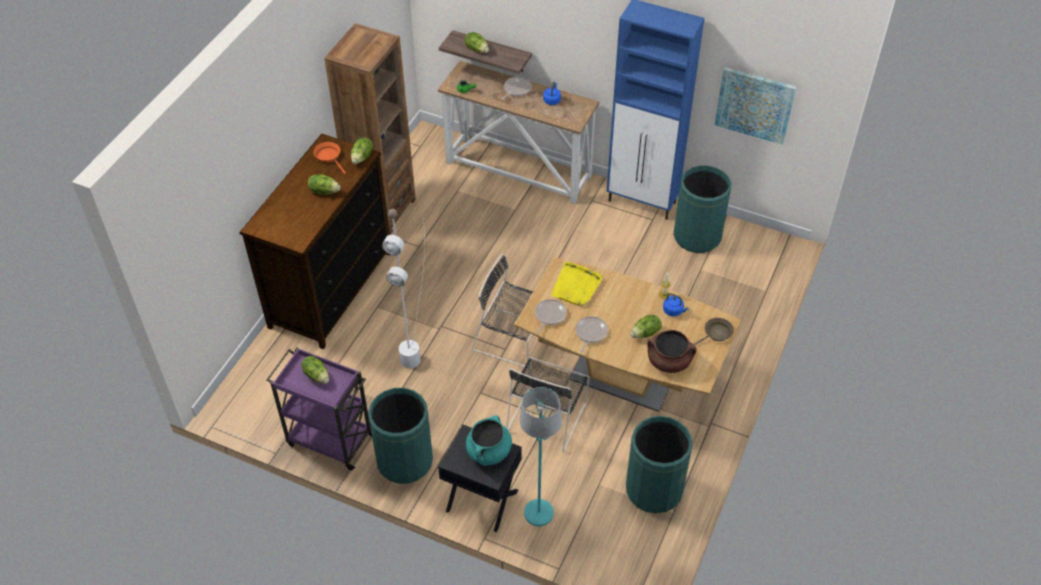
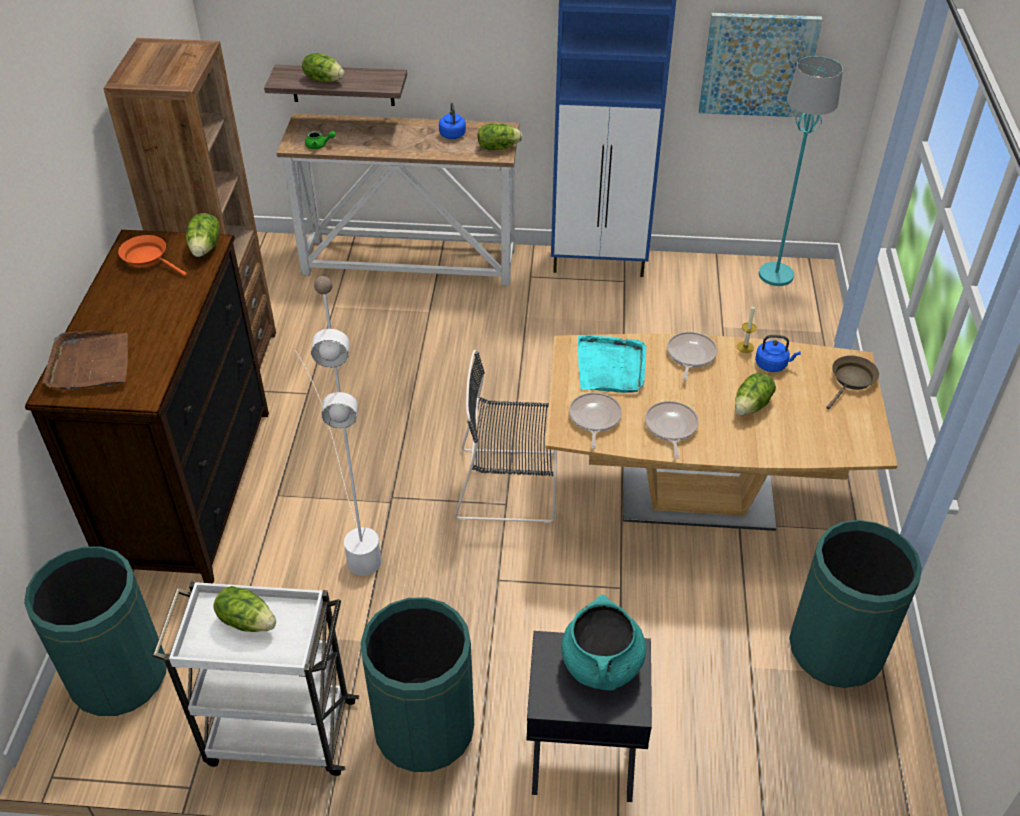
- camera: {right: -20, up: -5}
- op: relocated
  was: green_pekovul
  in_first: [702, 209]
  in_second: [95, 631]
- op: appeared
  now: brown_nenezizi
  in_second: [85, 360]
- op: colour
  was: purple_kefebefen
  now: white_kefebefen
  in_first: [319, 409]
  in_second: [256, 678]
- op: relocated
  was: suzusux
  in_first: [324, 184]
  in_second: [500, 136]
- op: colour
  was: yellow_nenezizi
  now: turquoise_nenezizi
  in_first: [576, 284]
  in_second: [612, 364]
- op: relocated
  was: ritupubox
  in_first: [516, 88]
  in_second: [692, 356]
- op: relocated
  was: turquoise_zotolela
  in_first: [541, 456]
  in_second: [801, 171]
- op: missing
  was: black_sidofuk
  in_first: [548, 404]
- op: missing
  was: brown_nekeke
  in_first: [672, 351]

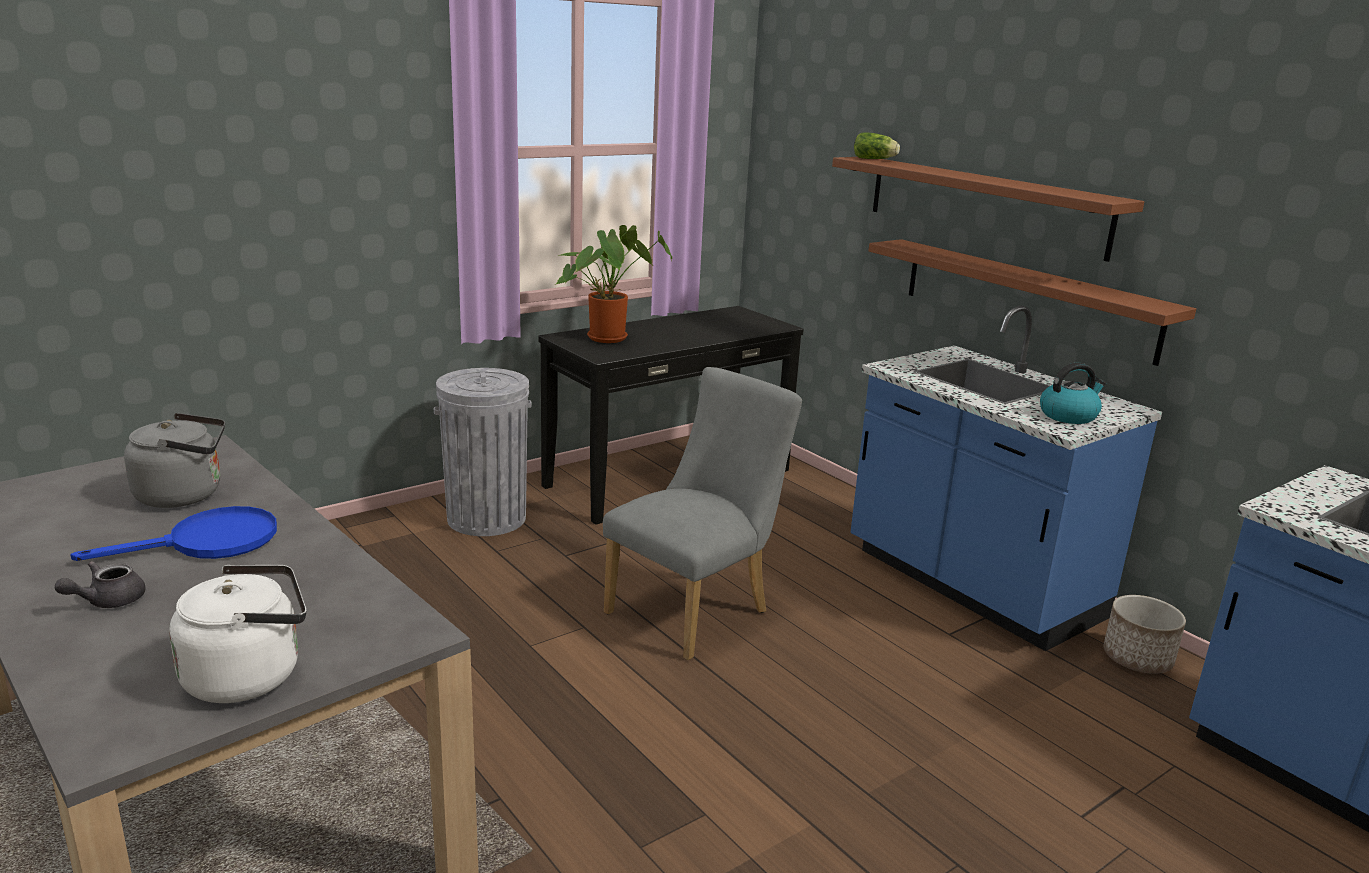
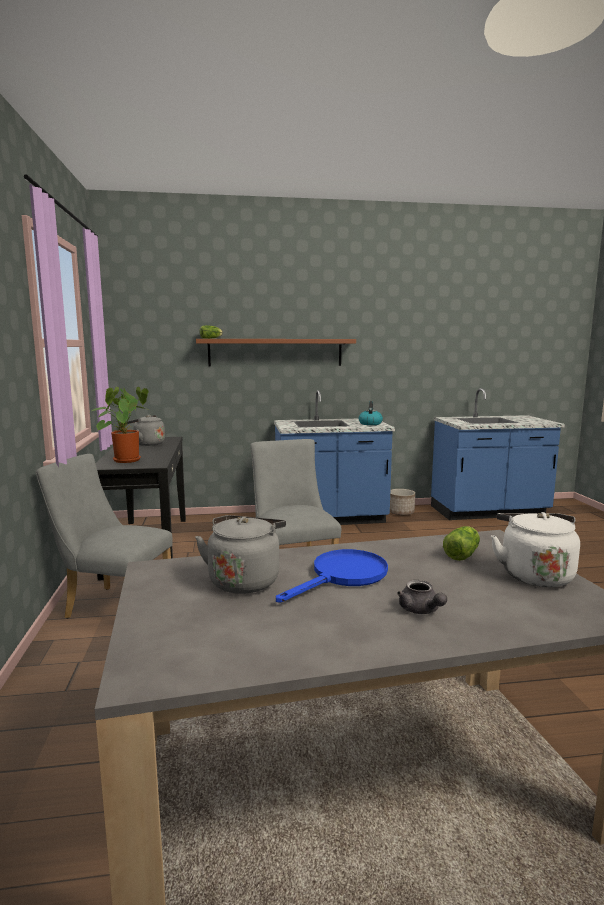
- camera: {right: -60, up: -10}
- op: exchanged
  was: grey_pekovul
  now: grey_sidofuk
  in_first: [483, 452]
  in_second: [104, 536]
- op: appeared
  now: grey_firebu
  in_second: [145, 430]
- op: spun
  was: blue_ritupubox
  in_first: [173, 533]
  in_second: [332, 575]
  clockwise: 45
- op: appeared
  now: suzusux
  in_second: [461, 543]
- op: missing
  was: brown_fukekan
  in_first: [1032, 302]

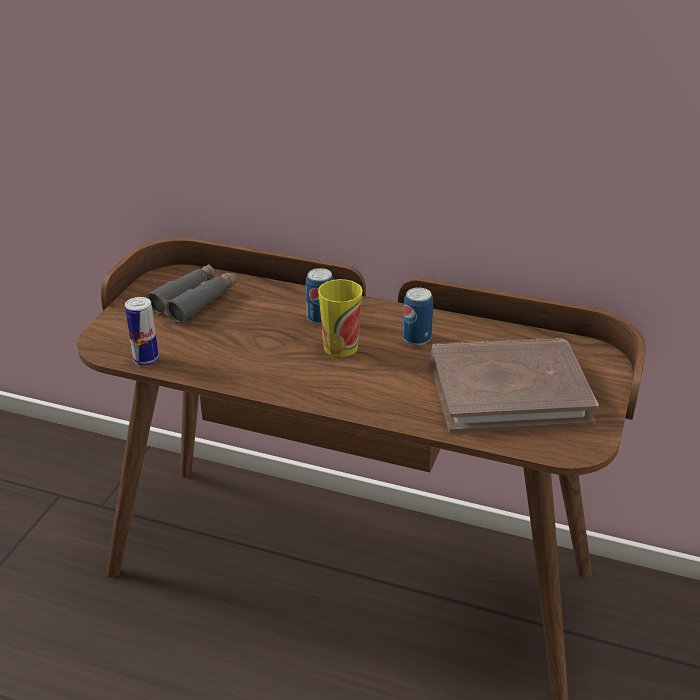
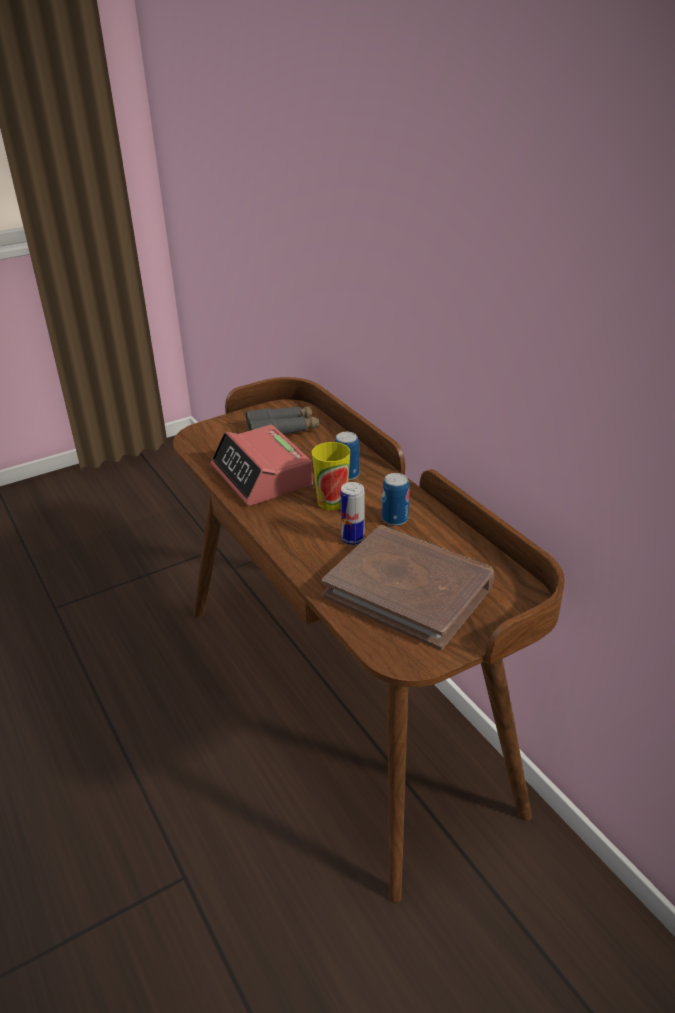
- camera: {right: 40, up: 0}
- op: appeared
  now: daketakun
  in_second: [262, 465]
- op: relocated
  was: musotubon
  in_first: [142, 331]
  in_second: [353, 513]

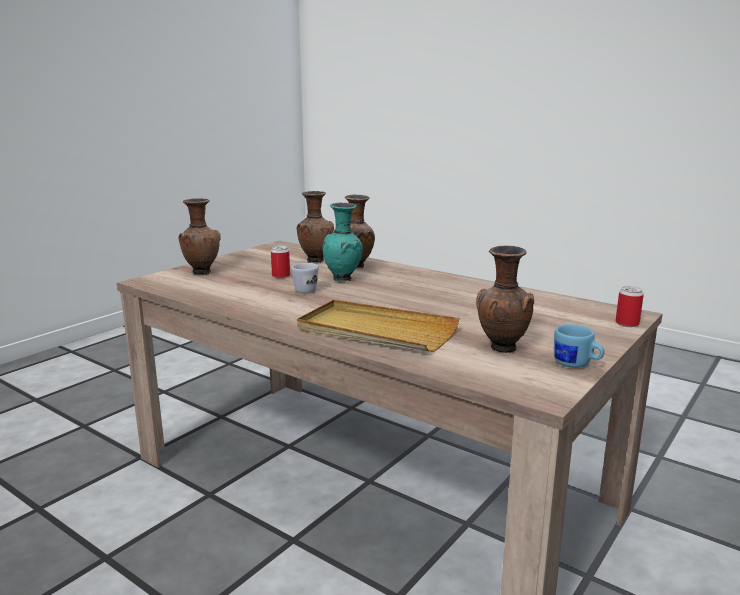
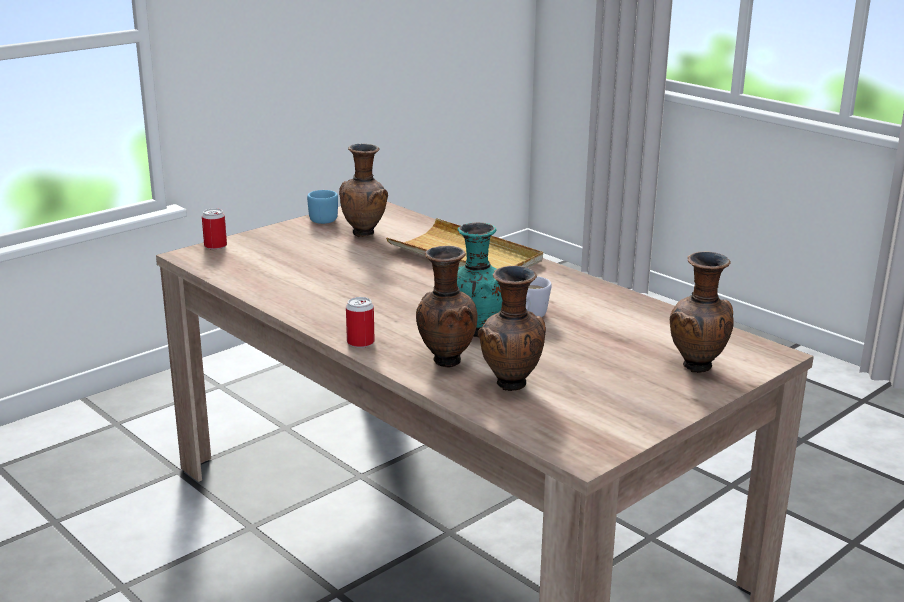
- camera: {right: -170, up: 5}
- op: relocated
  was: musotubon
  in_first: [280, 262]
  in_second: [360, 322]

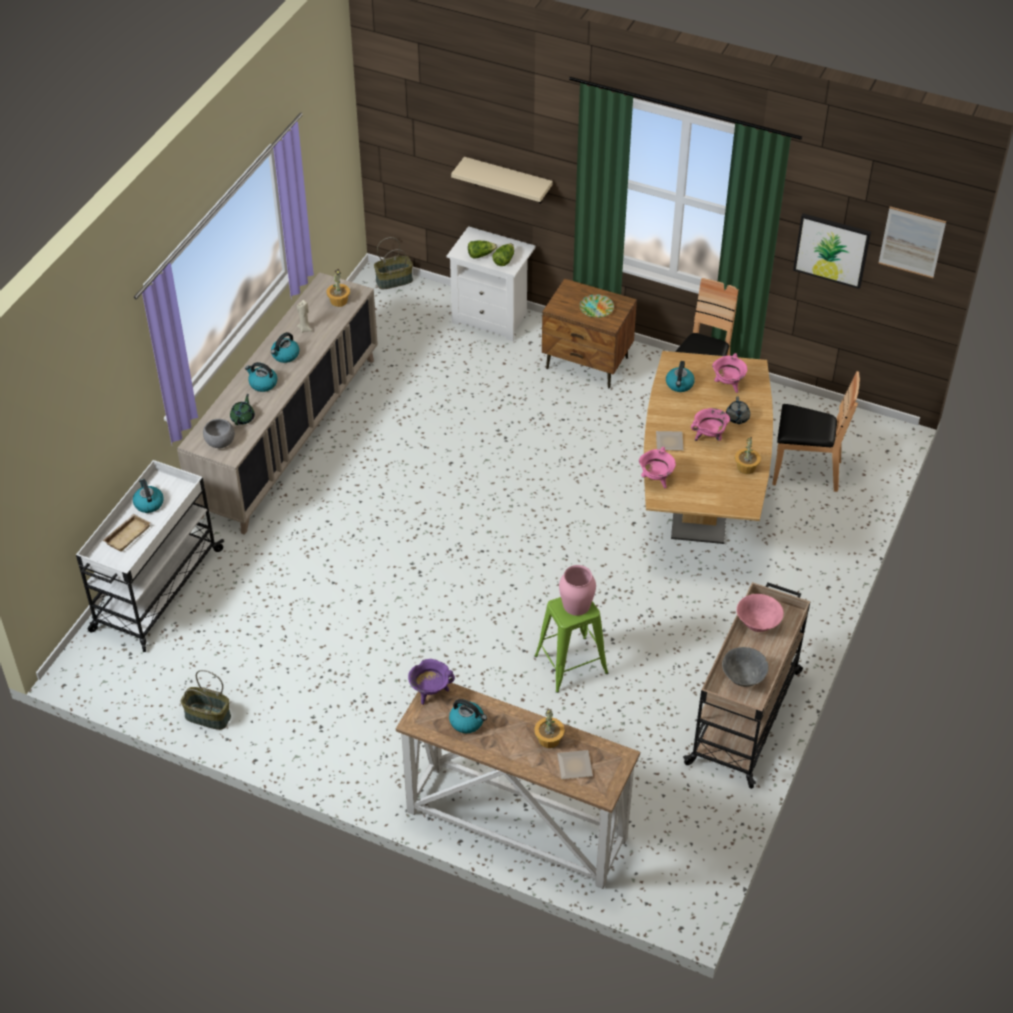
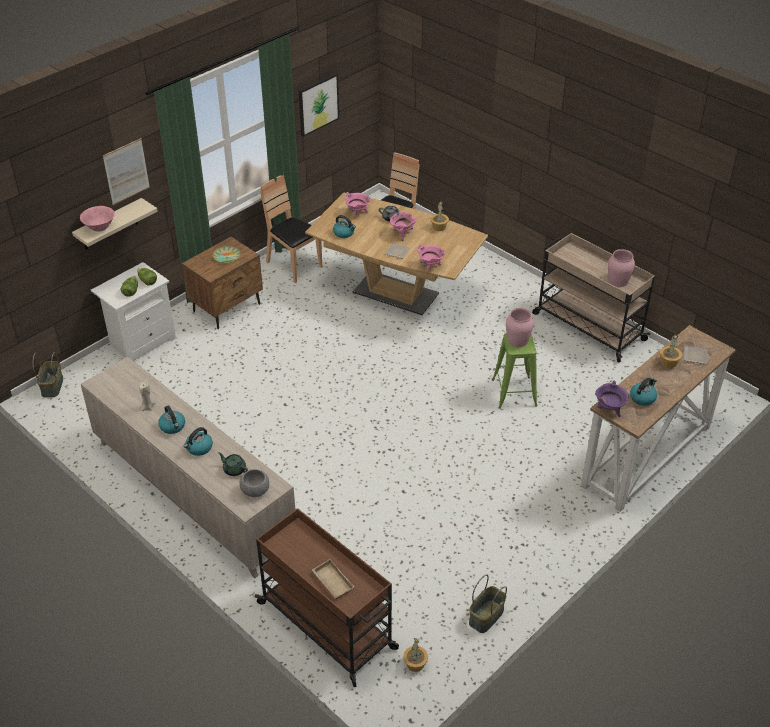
- camera: {right: -70, up: -5}
- op: relocated
  was: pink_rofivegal
  in_first: [760, 613]
  in_second: [97, 219]
- op: relocated
  was: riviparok
  in_first: [912, 242]
  in_second: [126, 171]
- op: colour
  was: white_kefebefen
  now: brown_kefebefen
  in_first: [150, 556]
  in_second: [327, 597]
- op: relocated
  was: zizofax
  in_first: [338, 288]
  in_second: [415, 655]
- op: exchanged
  was: grey_rofivegal
  now: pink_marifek
  in_first: [745, 667]
  in_second: [621, 268]
- op: missing
  was: firebu
  in_first: [148, 496]

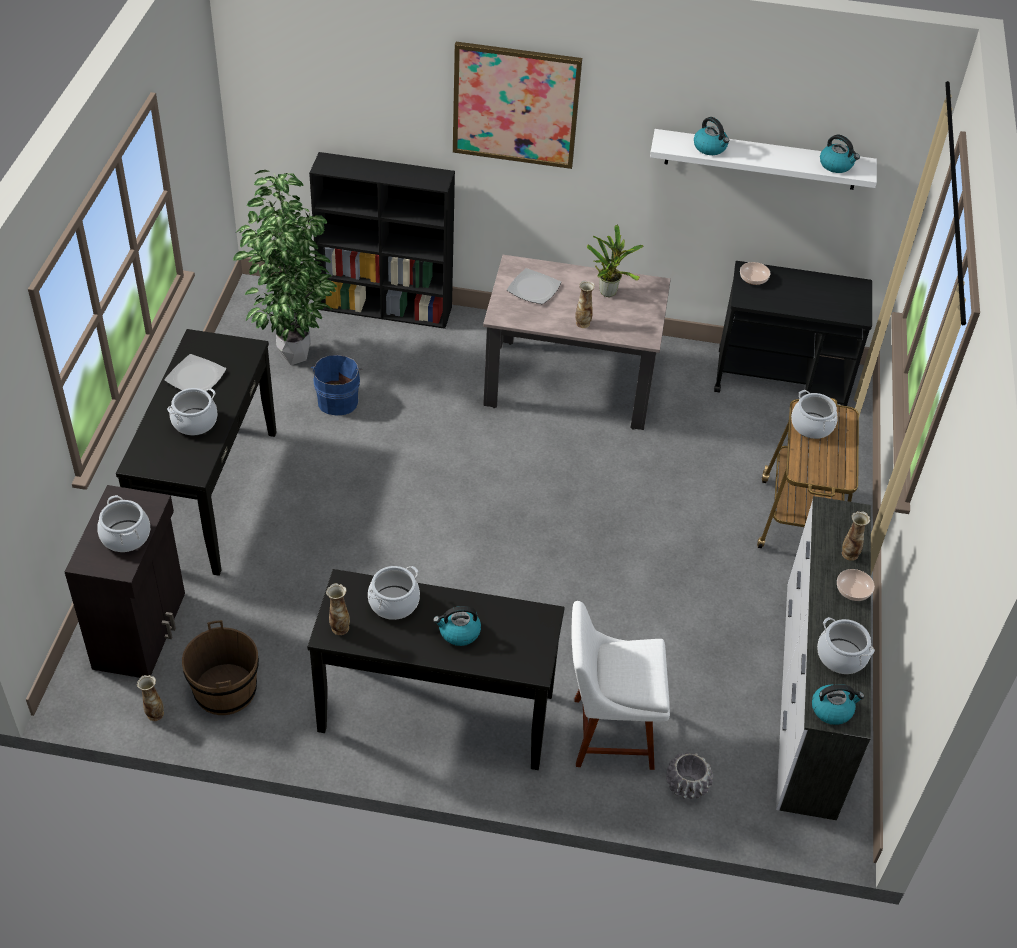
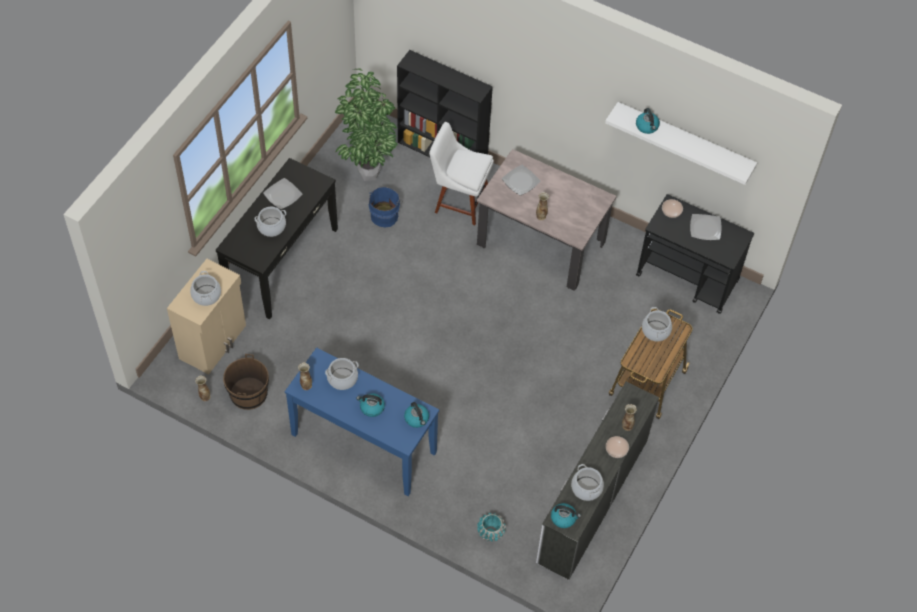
- camera: {right: 20, up: 10}
- op: colour
  was: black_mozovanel
  now: beige_mozovanel
  in_first: [124, 581]
  in_second: [206, 316]
- op: colour
  was: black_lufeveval
  now: blue_lufeveval
  in_first: [436, 669]
  in_second: [362, 421]
- op: relocated
  was: firebu
  in_first: [840, 154]
  in_second: [416, 415]
- op: relocated
  was: white_sidofuk
  in_first: [621, 685]
  in_second: [461, 173]
- op: colour
  was: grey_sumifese
  now: turquoise_sumifese
  in_first: [689, 775]
  in_second: [491, 527]
- op: appeared
  now: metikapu
  in_second: [705, 227]
- op: missing
  was: riviparok
  in_first: [517, 105]
- op: missing
  was: zizofax
  in_first: [615, 261]

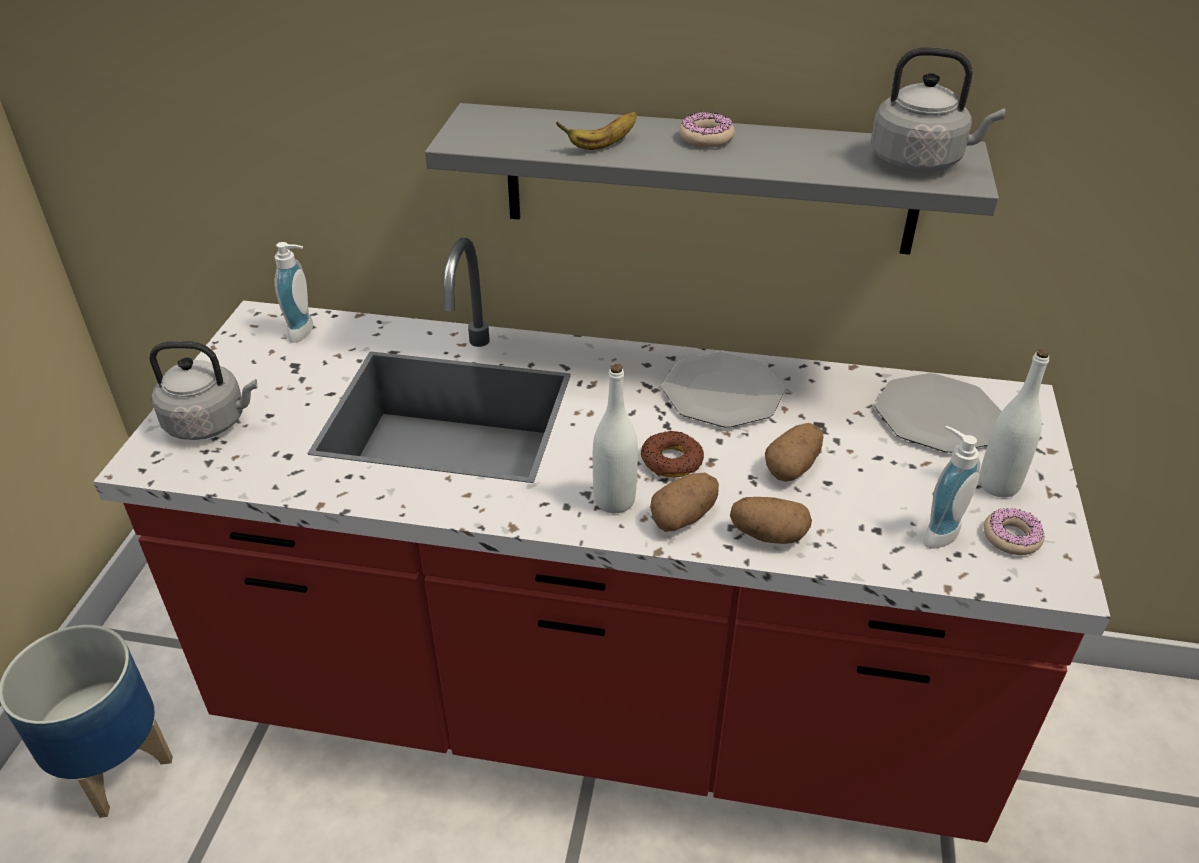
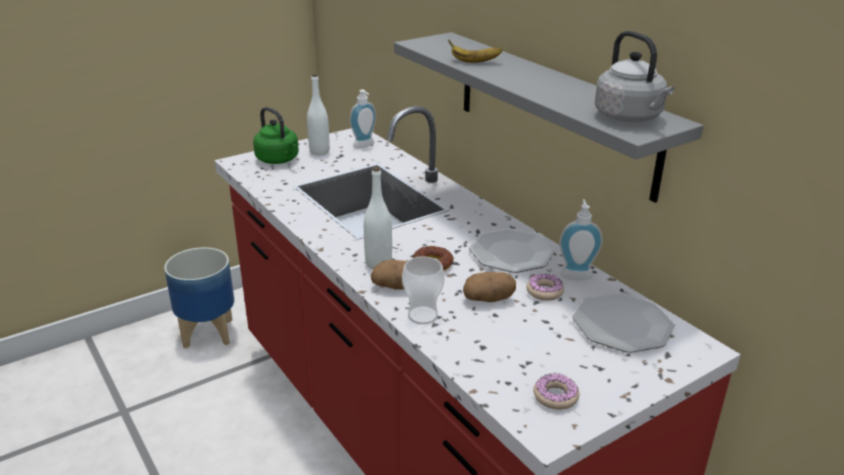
- camera: {right: 45, up: -10}
- op: colour
  was: grey_firebu
  now: green_firebu
  in_first: [203, 390]
  in_second: [276, 135]
- op: relocated
  was: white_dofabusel
  in_first: [1014, 423]
  in_second: [318, 115]
- op: exchanged
  was: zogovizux
  now: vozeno
  in_first: [771, 520]
  in_second: [423, 290]
- op: relocated
  was: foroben
  in_first: [707, 130]
  in_second: [545, 287]
- op: relocated
  was: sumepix
  in_first: [951, 487]
  in_second: [581, 239]

